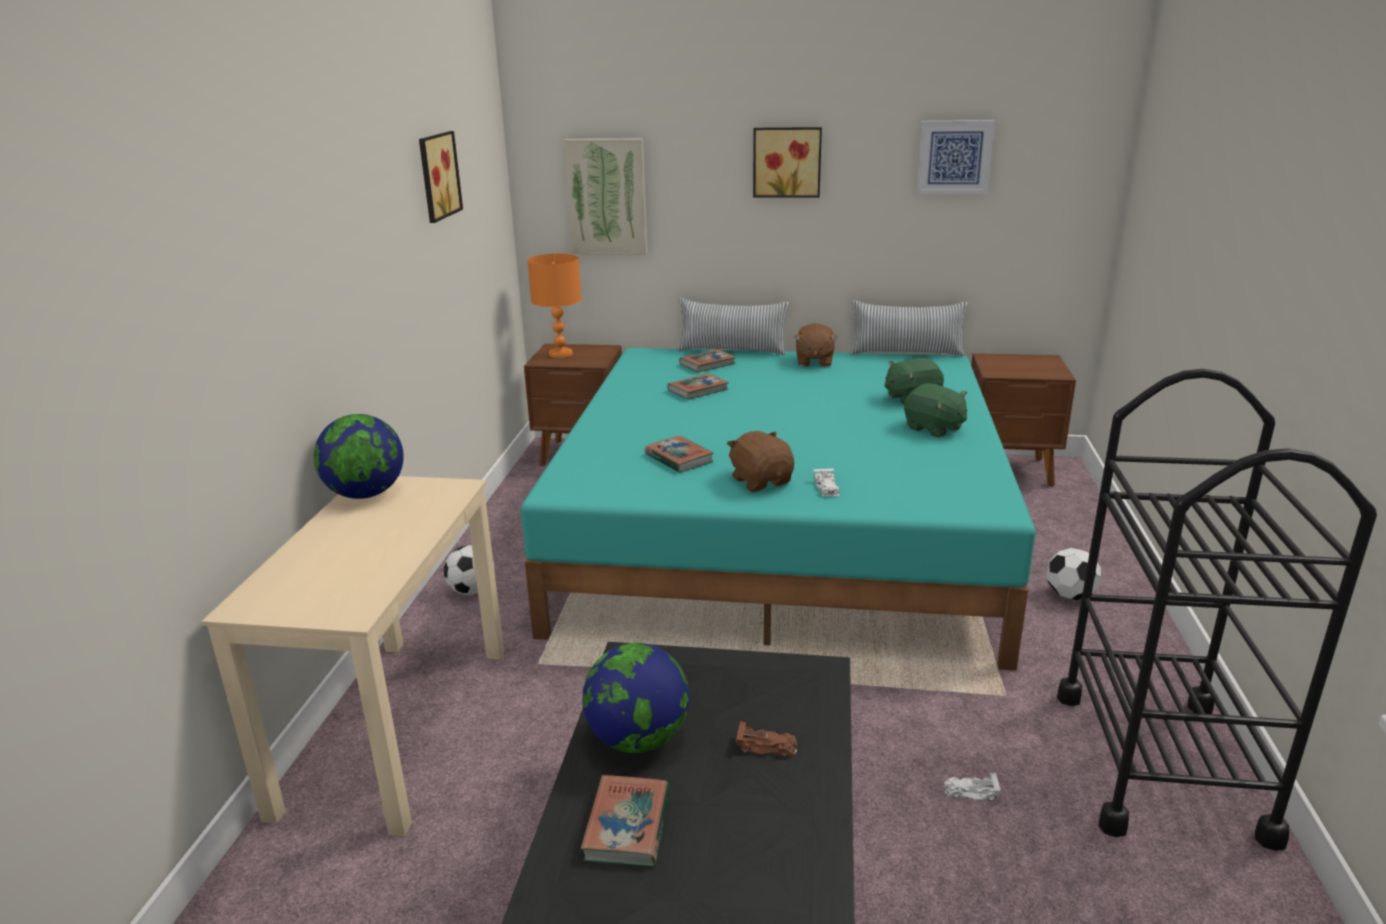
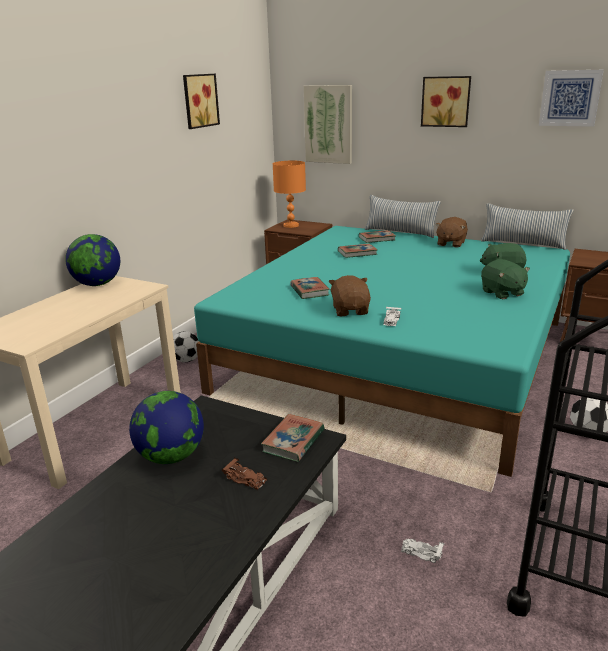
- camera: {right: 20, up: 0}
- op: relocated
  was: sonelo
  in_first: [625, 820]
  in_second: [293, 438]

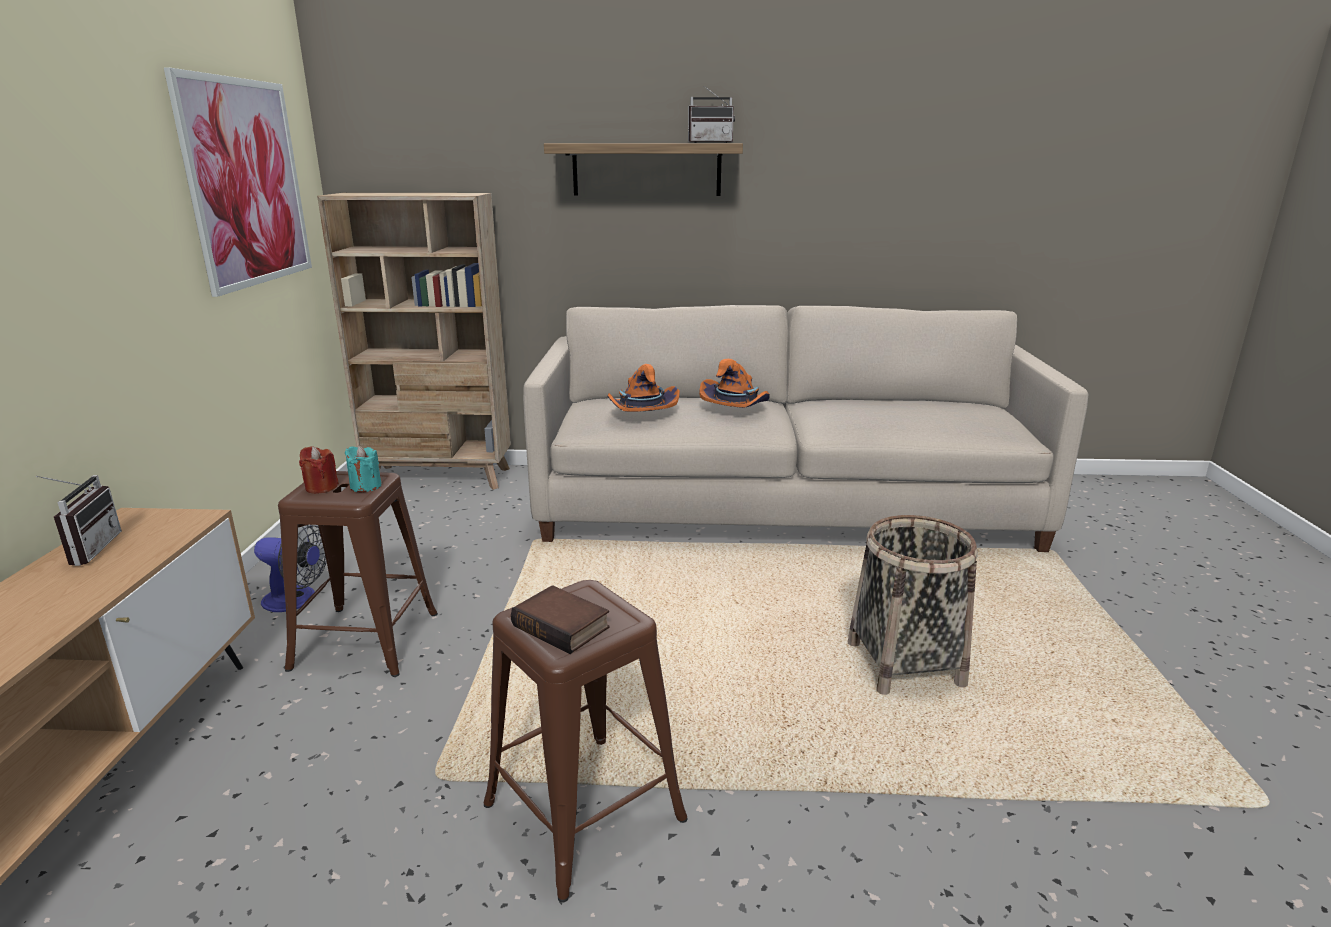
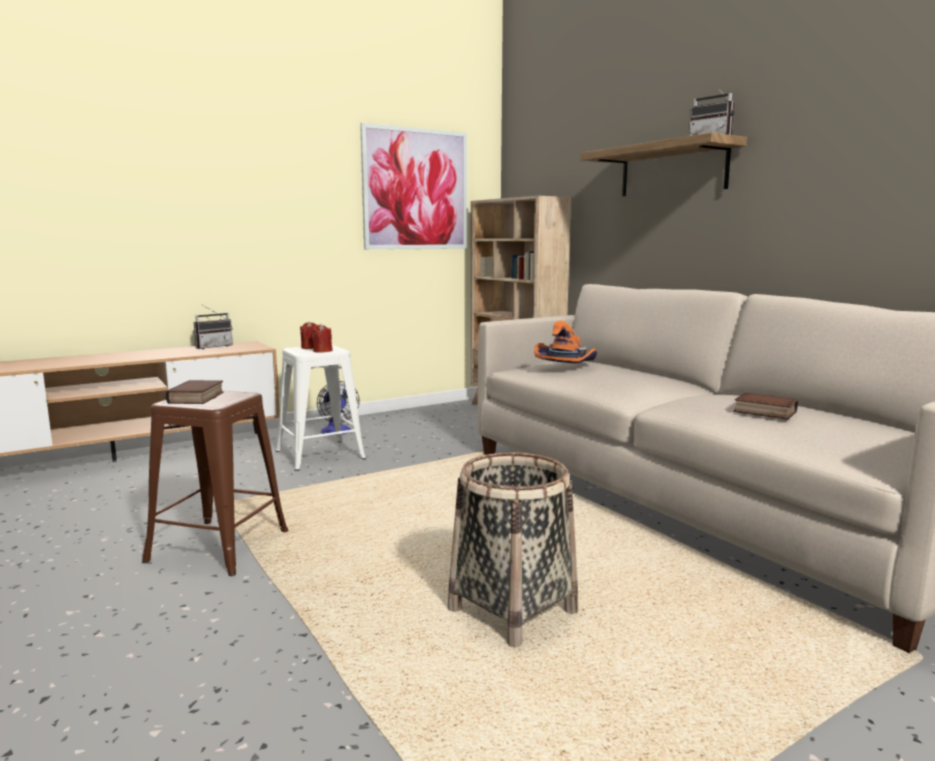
- camera: {right: 55, up: -10}
- op: colour
  was: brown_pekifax
  now: white_pekifax
  in_first: [358, 574]
  in_second: [320, 408]
- op: colour
  was: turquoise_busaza
  now: red_busaza
  in_first: [363, 469]
  in_second: [321, 338]
- op: appeared
  now: sonelo
  in_second: [766, 406]
- op: missing
  was: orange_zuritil
  in_first: [734, 383]

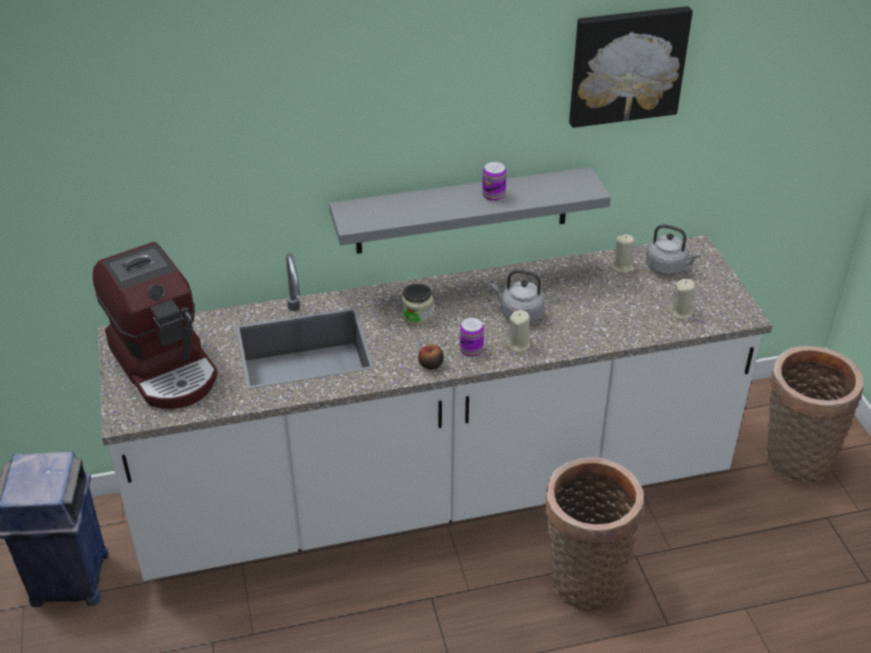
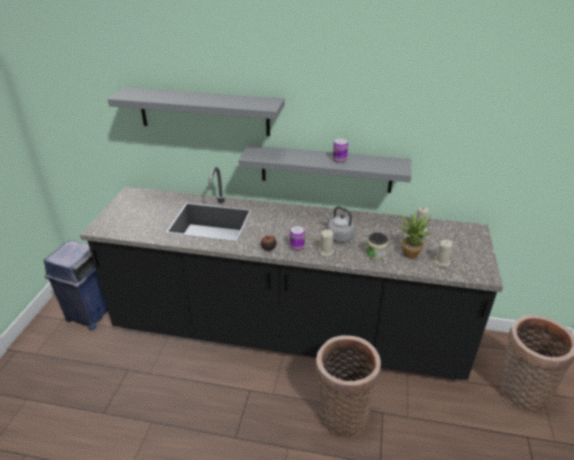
- camera: {right: 25, up: -5}
- op: colour
  was: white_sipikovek
  now: black_sipikovek
  in_first: [435, 408]
  in_second: [291, 273]
- op: appeared
  now: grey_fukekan
  in_second: [196, 111]
- op: relocated
  was: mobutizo
  in_first: [417, 305]
  in_second: [377, 246]
- op: appeared
  now: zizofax
  in_second: [415, 235]
- op: missing
  was: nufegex
  in_first: [155, 325]
- op: missing
  was: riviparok
  in_first: [631, 67]
- op: missing
  was: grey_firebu
  in_first: [673, 249]

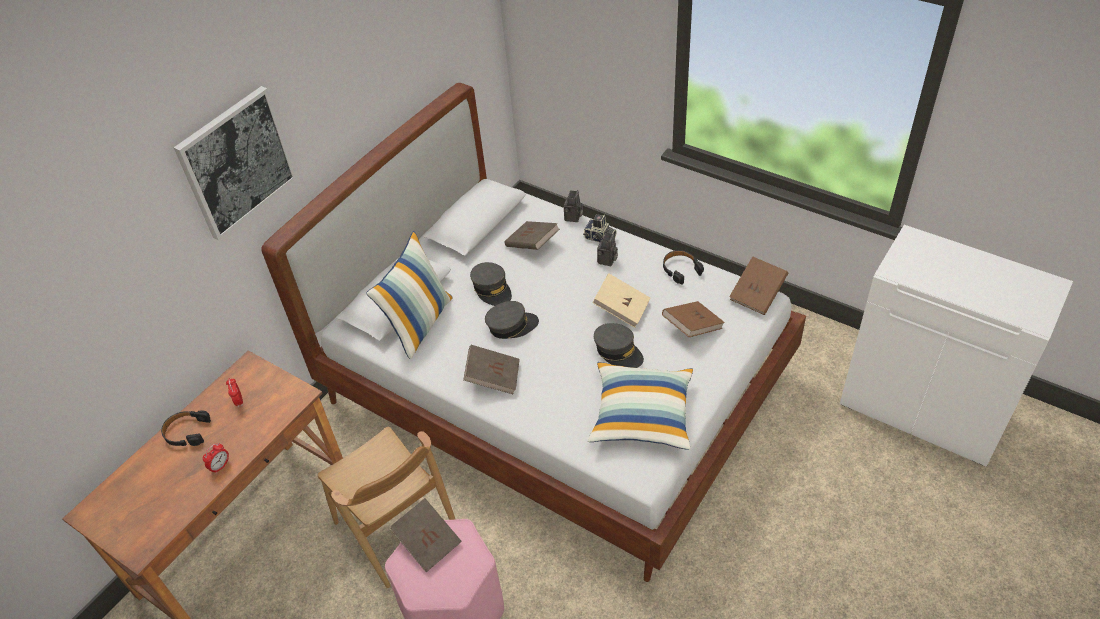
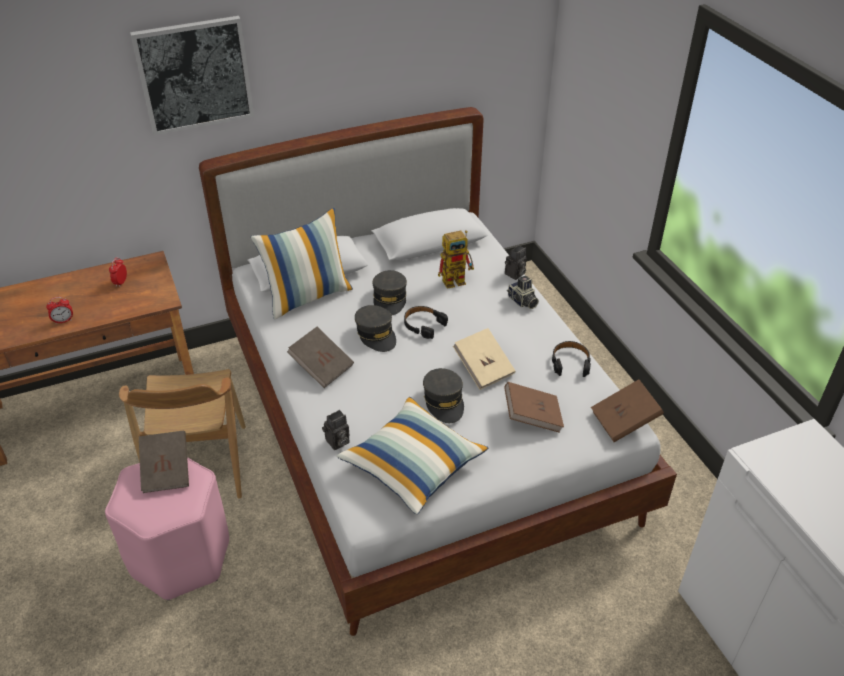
- camera: {right: 30, up: -5}
- op: relocated
  was: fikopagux
  in_first: [607, 249]
  in_second: [336, 430]
- op: spun
  was: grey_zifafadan
  in_first: [512, 320]
  in_second: [375, 328]
  clockwise: 45
- op: relocated
  was: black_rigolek
  in_first: [186, 428]
  in_second: [426, 322]
- op: exchanged
  was: brown_sonelo
  now: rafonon
  in_first: [532, 235]
  in_second: [456, 259]

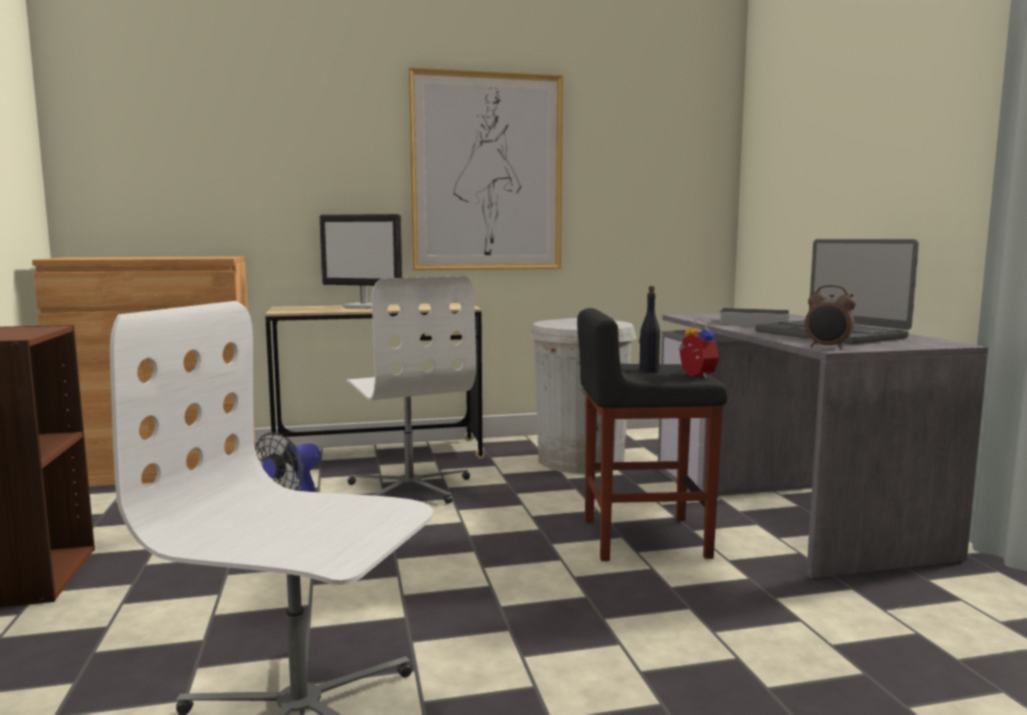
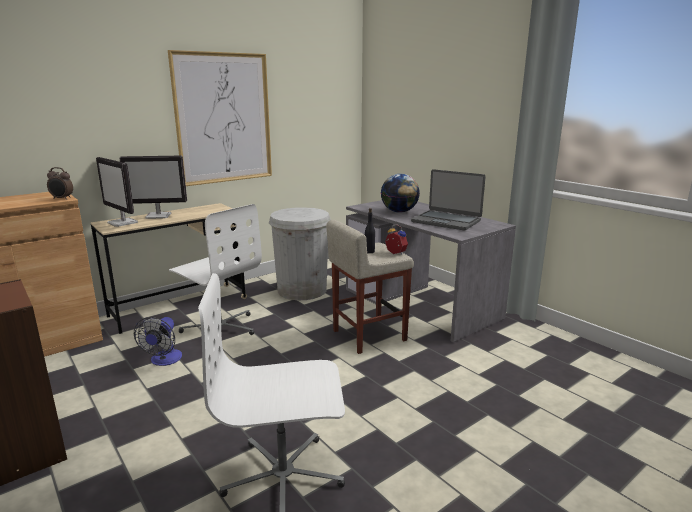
- camera: {right: -25, up: 10}
- op: relocated
  was: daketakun
  in_first: [830, 317]
  in_second: [60, 183]
- op: appeared
  now: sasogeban
  in_second: [117, 192]
- op: colour
  was: black_pekifax
  now: beige_pekifax
  in_first: [652, 434]
  in_second: [370, 287]
- op: exchanged
  was: sonelo
  now: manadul
  in_first: [754, 317]
  in_second: [400, 193]

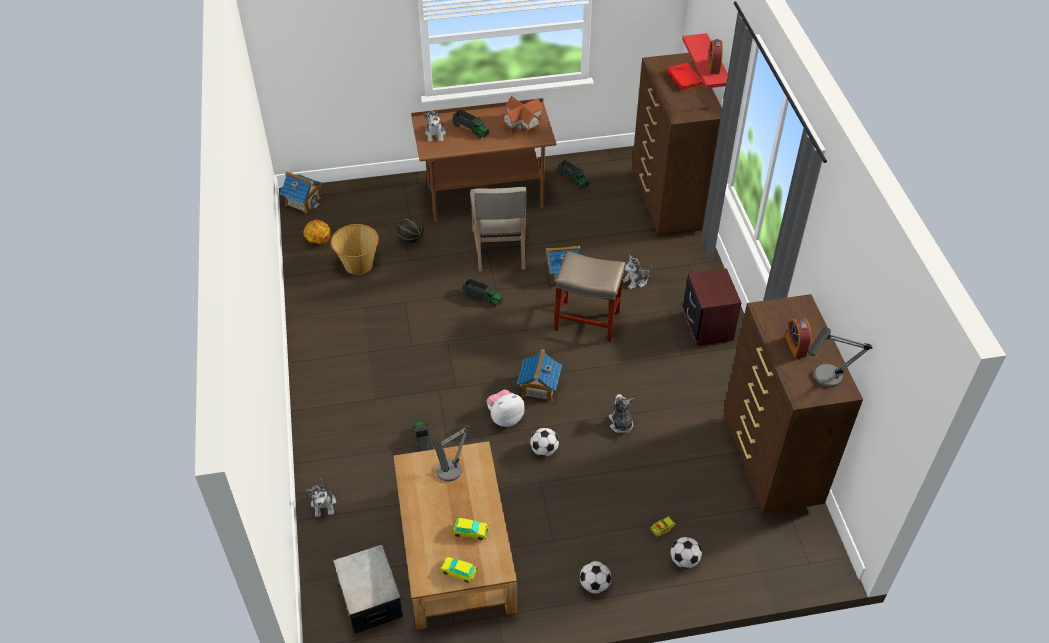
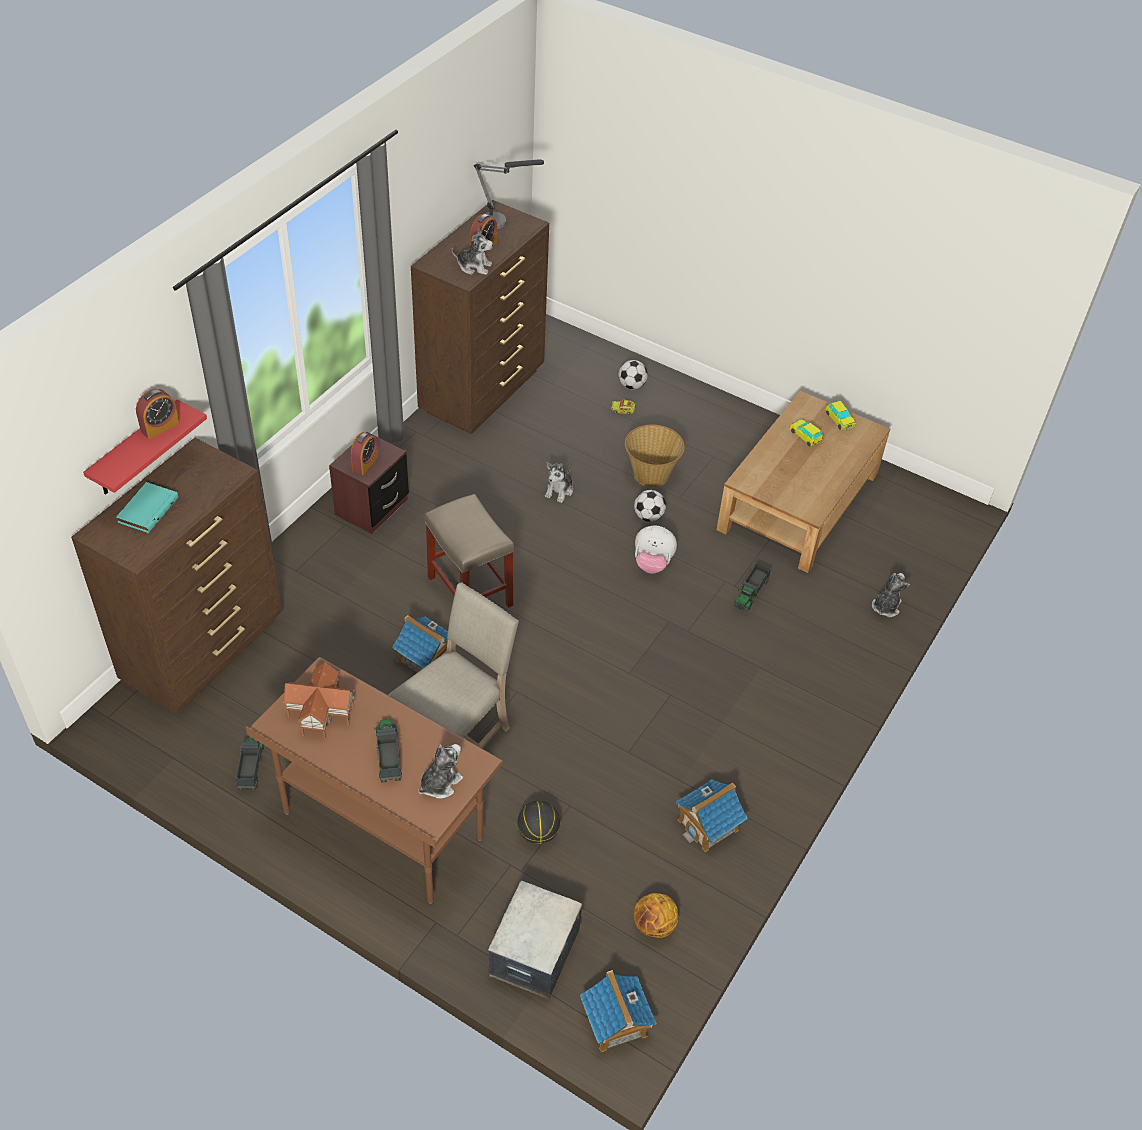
- camera: {right: -140, up: 0}
- op: colour
  was: red_sonelo
  now: turquoise_sonelo
  in_first: [685, 77]
  in_second: [147, 507]
- op: appeared
  now: daketakun
  in_second: [364, 453]
- op: relocated
  was: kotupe
  in_first: [637, 272]
  in_second: [472, 251]
- op: relocated
  was: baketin
  in_first: [368, 589]
  in_second: [535, 939]
- op: relocated
  was: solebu
  in_first: [355, 249]
  in_second: [655, 455]
- op: relocated
  was: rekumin
  in_first: [539, 375]
  in_second: [712, 815]
- op: missing
  was: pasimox
  in_first: [452, 453]
- op: missing
  was: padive
  in_first: [482, 292]
- op: missing
  was: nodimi
  in_first: [595, 577]

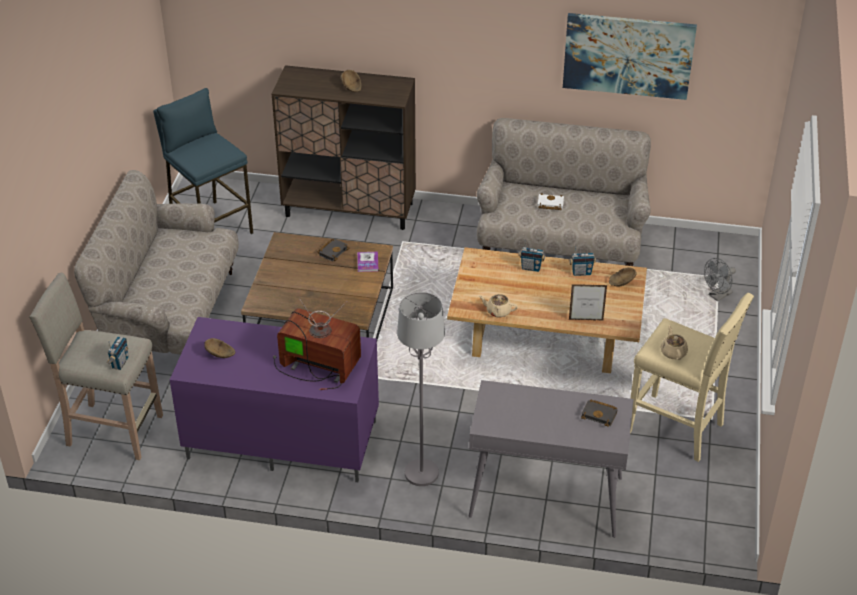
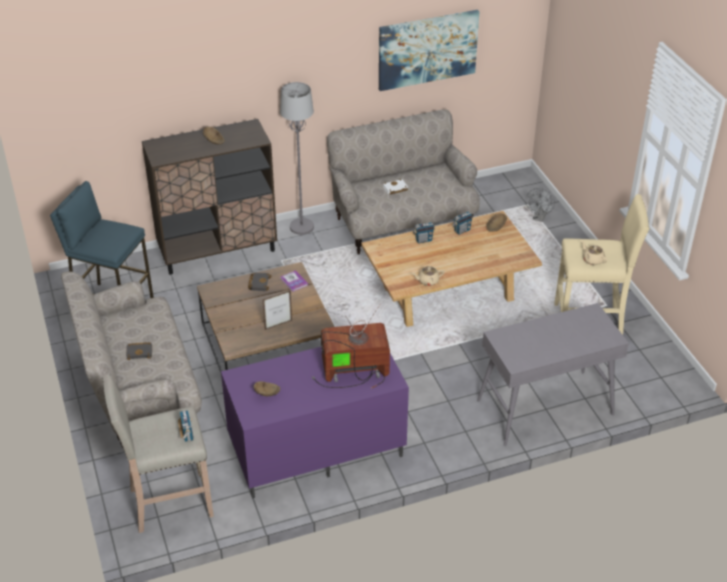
- camera: {right: -30, up: 0}
- op: relocated
  was: black_sonelo
  in_first: [599, 413]
  in_second: [139, 351]
- op: relocated
  was: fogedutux
  in_first: [588, 302]
  in_second: [277, 310]
- op: relocated
  was: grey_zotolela
  in_first: [421, 389]
  in_second: [297, 158]

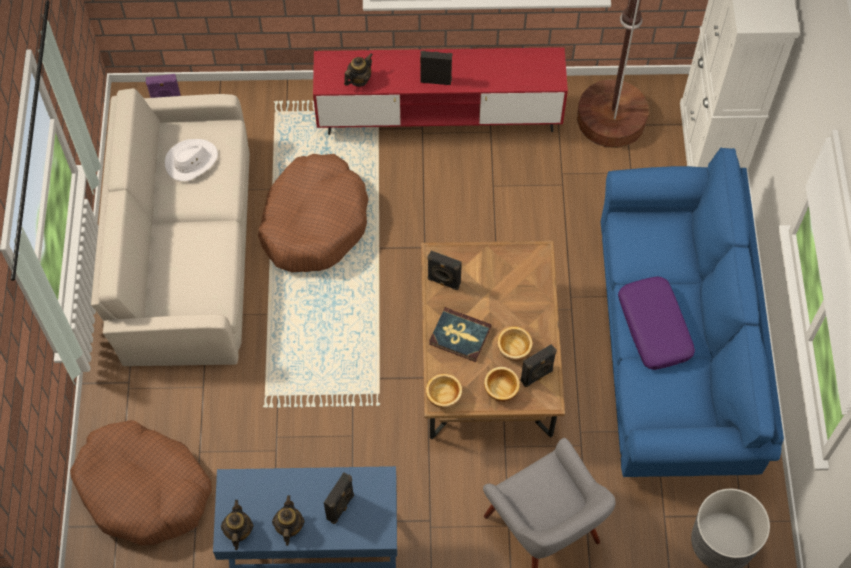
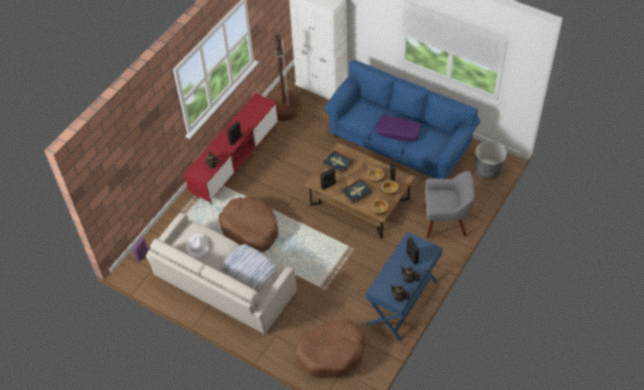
- camera: {right: -55, up: -10}
- op: appeared
  now: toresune
  in_second: [249, 266]
- op: appeared
  now: sonelo
  in_second: [338, 162]

